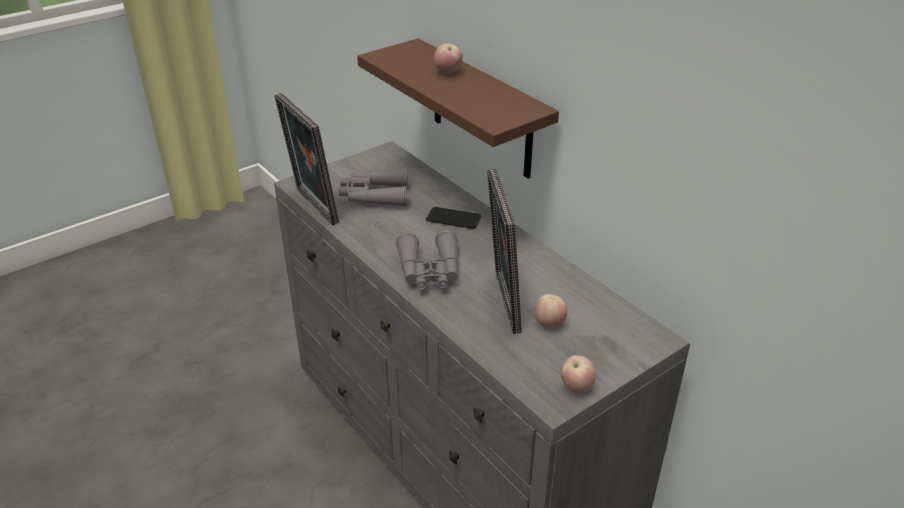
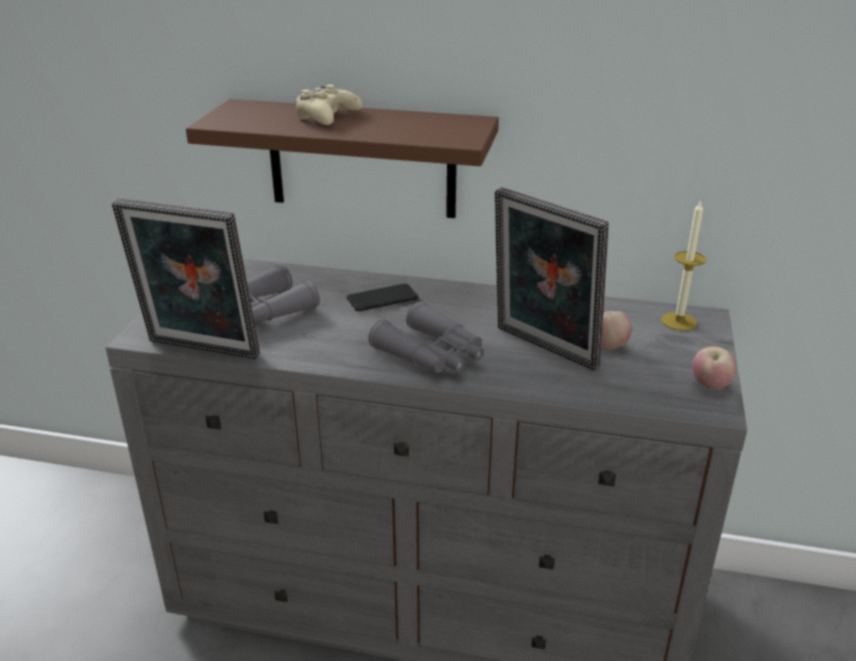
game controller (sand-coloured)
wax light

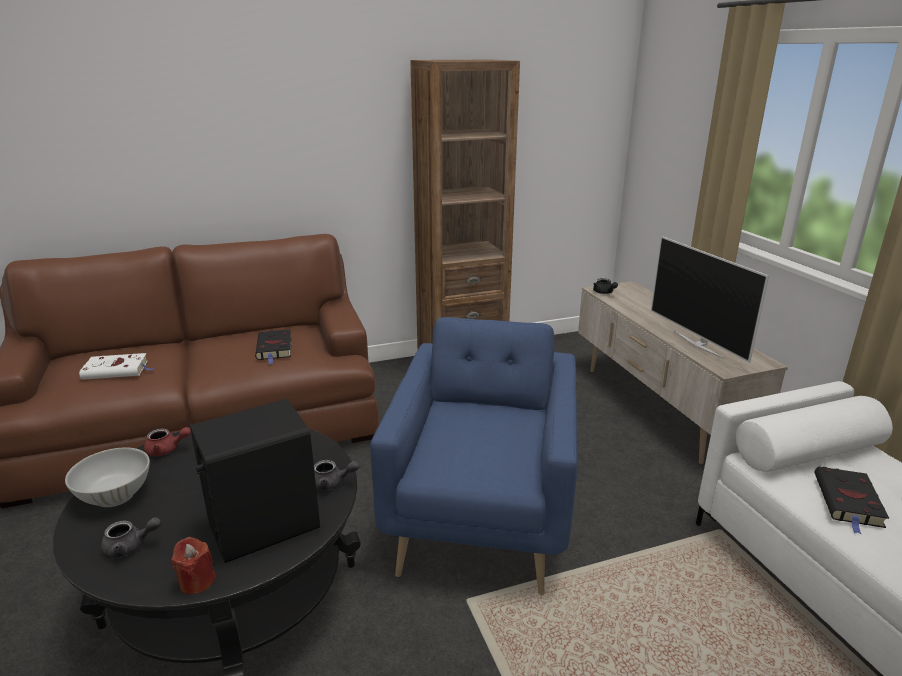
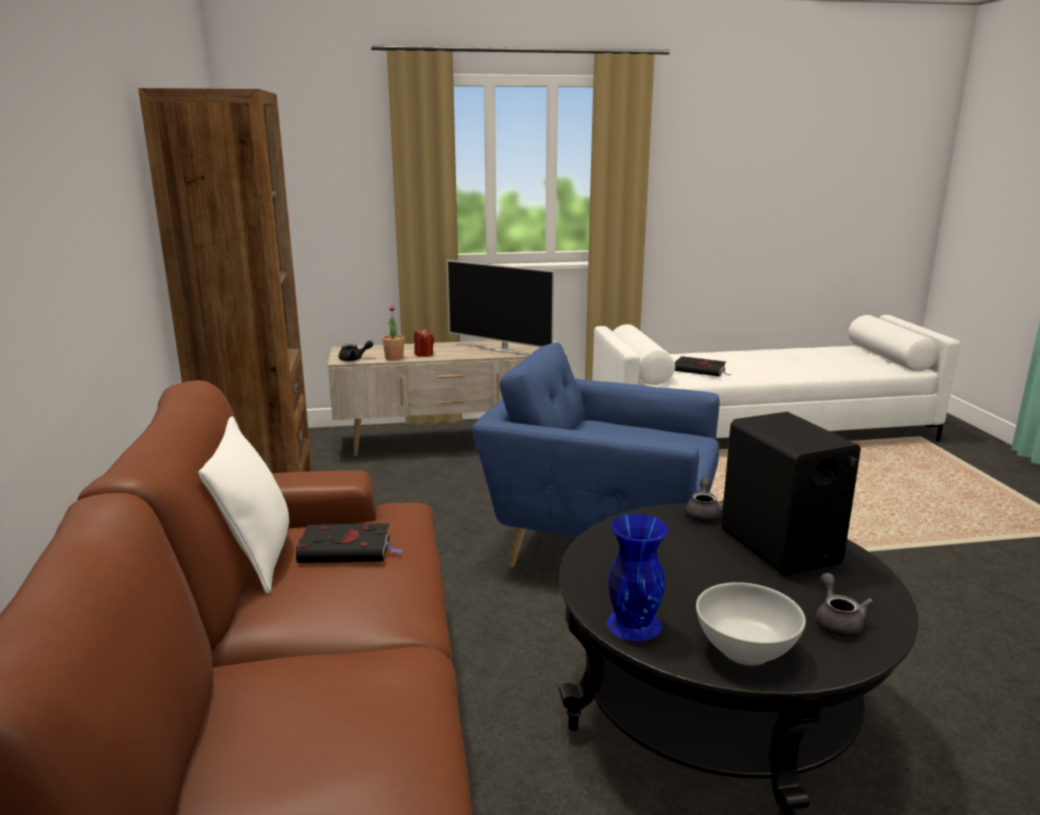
TV
book (white-coloured)
flower vase (bluish)
wax light (reddish)
plant in a pot
pillow (white-coloured)

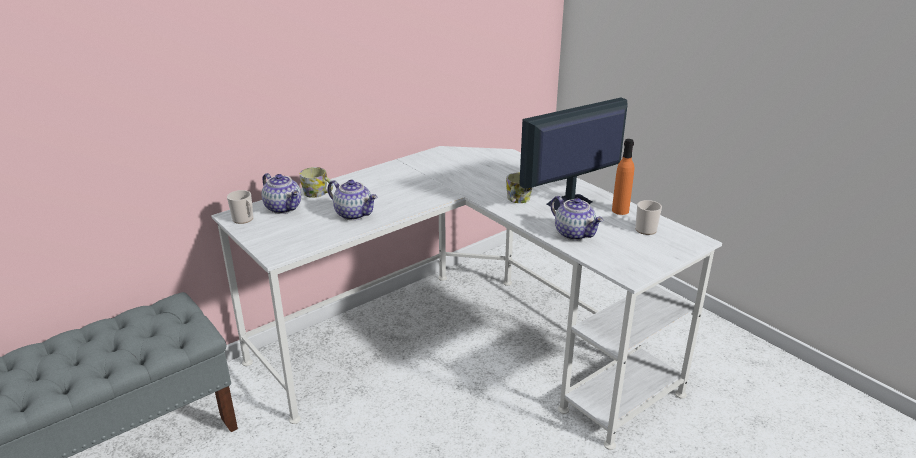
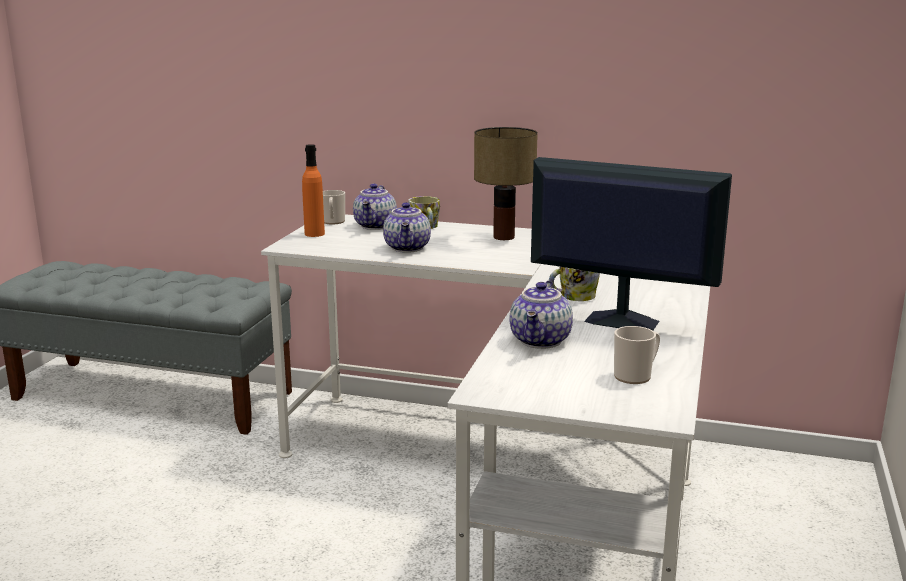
drink bottle (orange)
table lamp

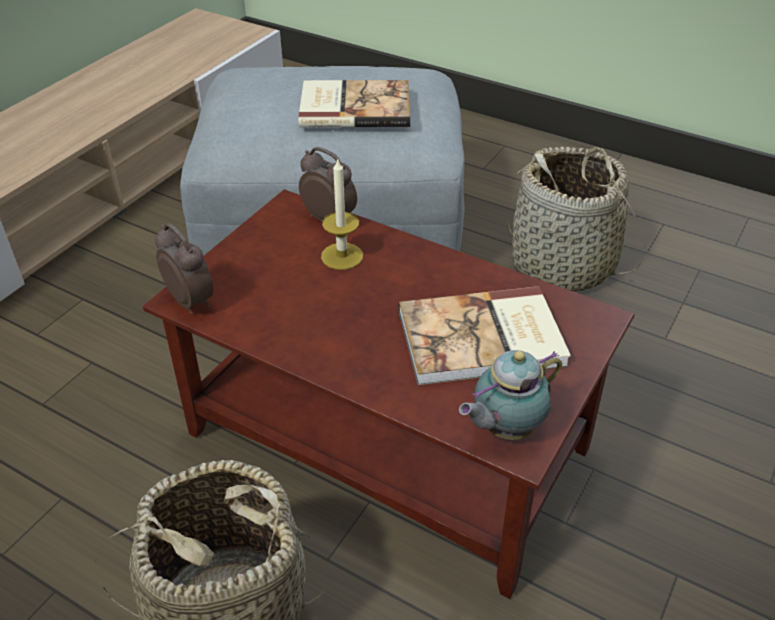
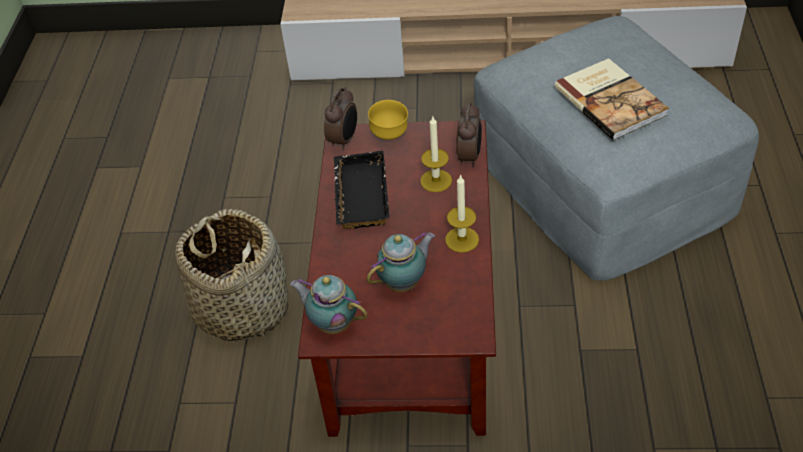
household basket (2nd from left in the first image)
tea pot (2nd from left)
bowl (yellow-coloured)
carrying tray (black)
wax light (2nd from left)

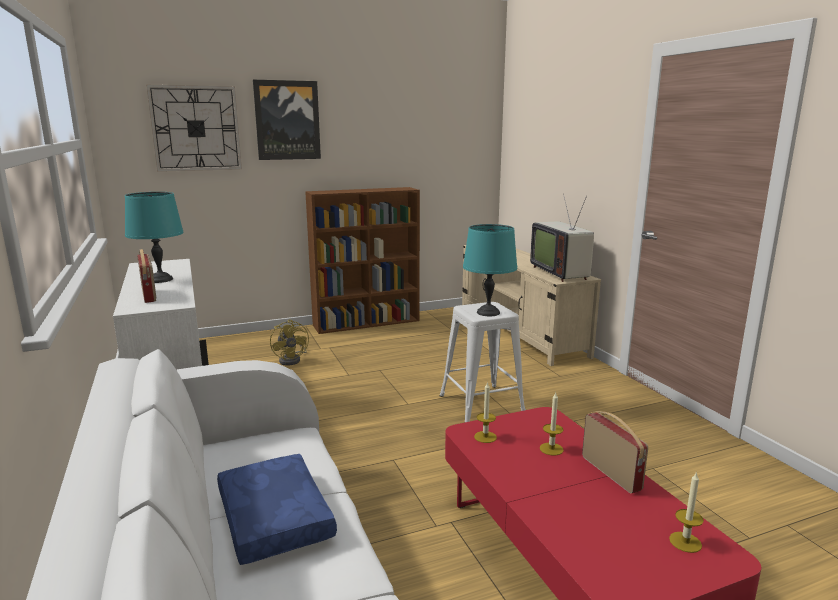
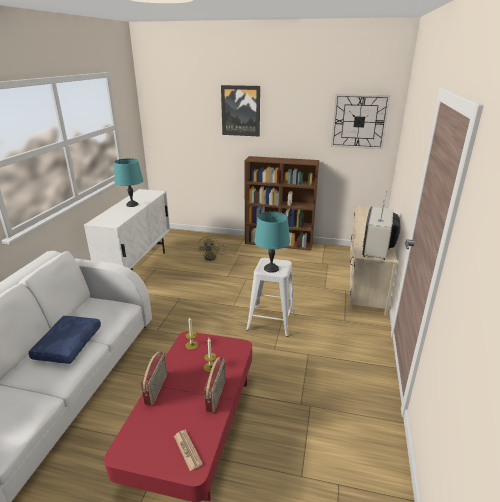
clock on the wall
radio set (1st from left)
newspaper

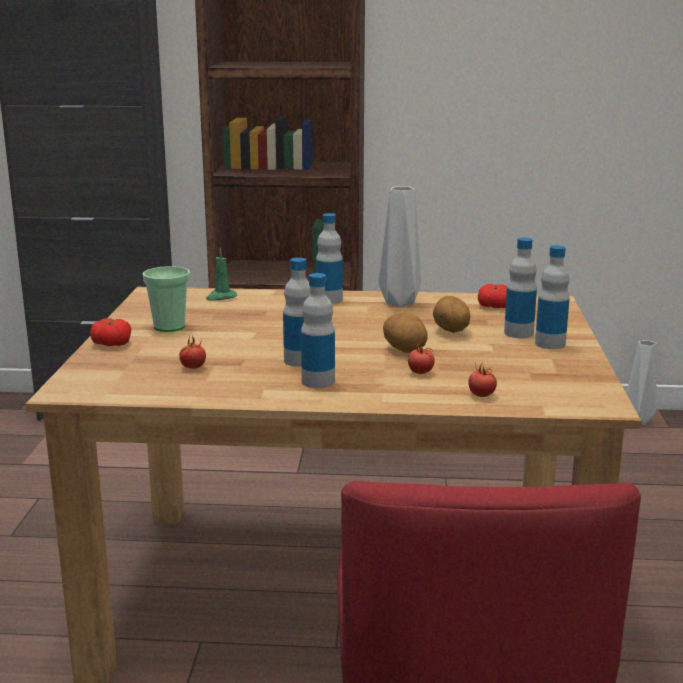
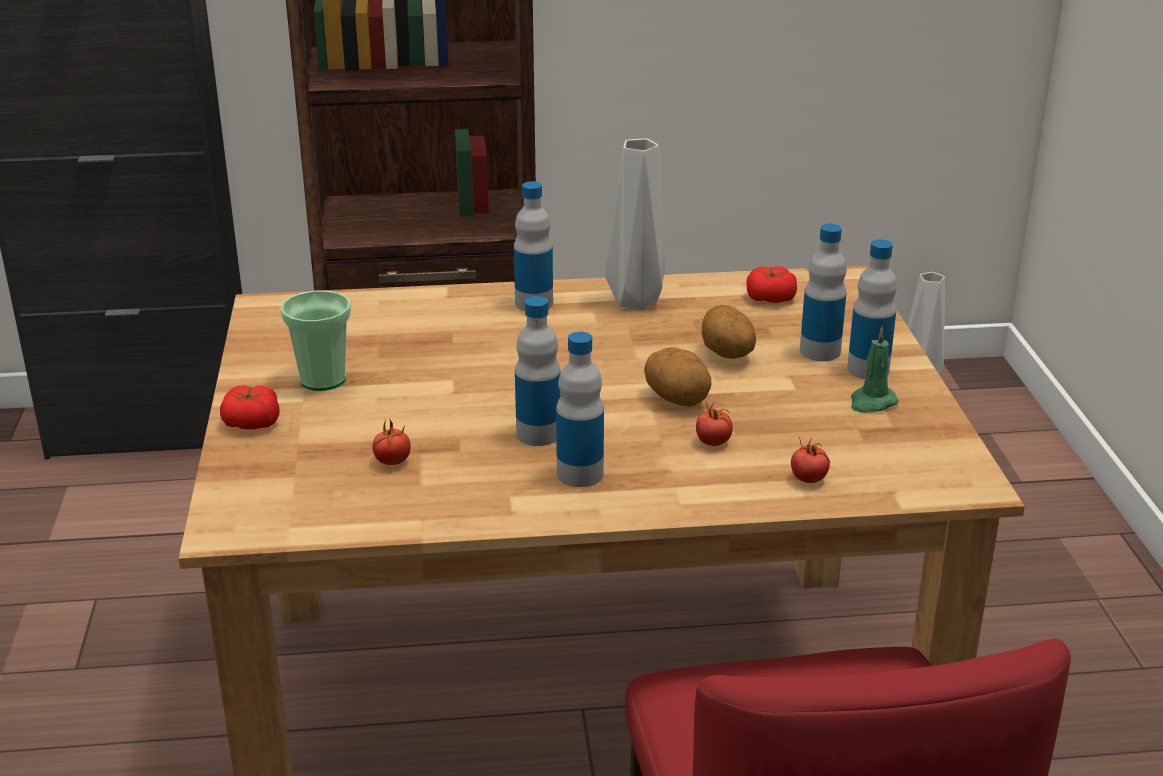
wax light (greenish)

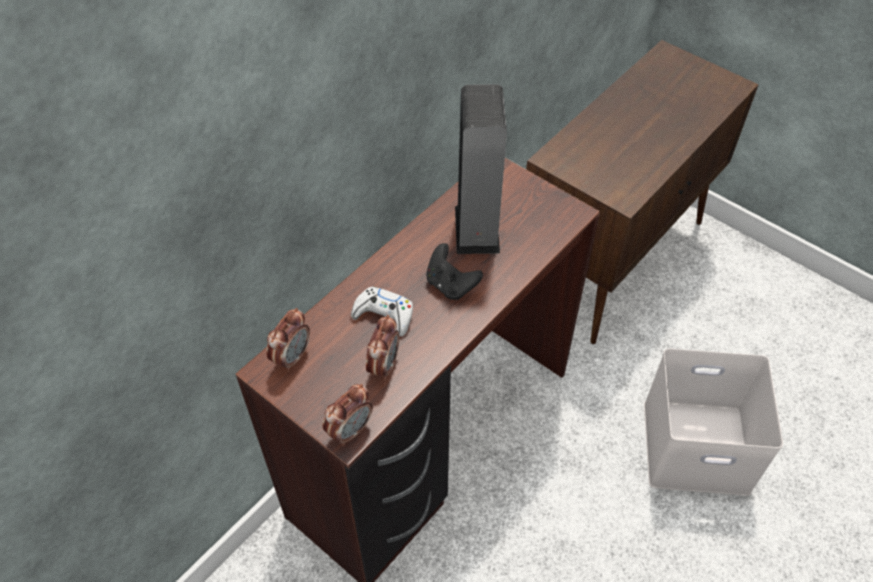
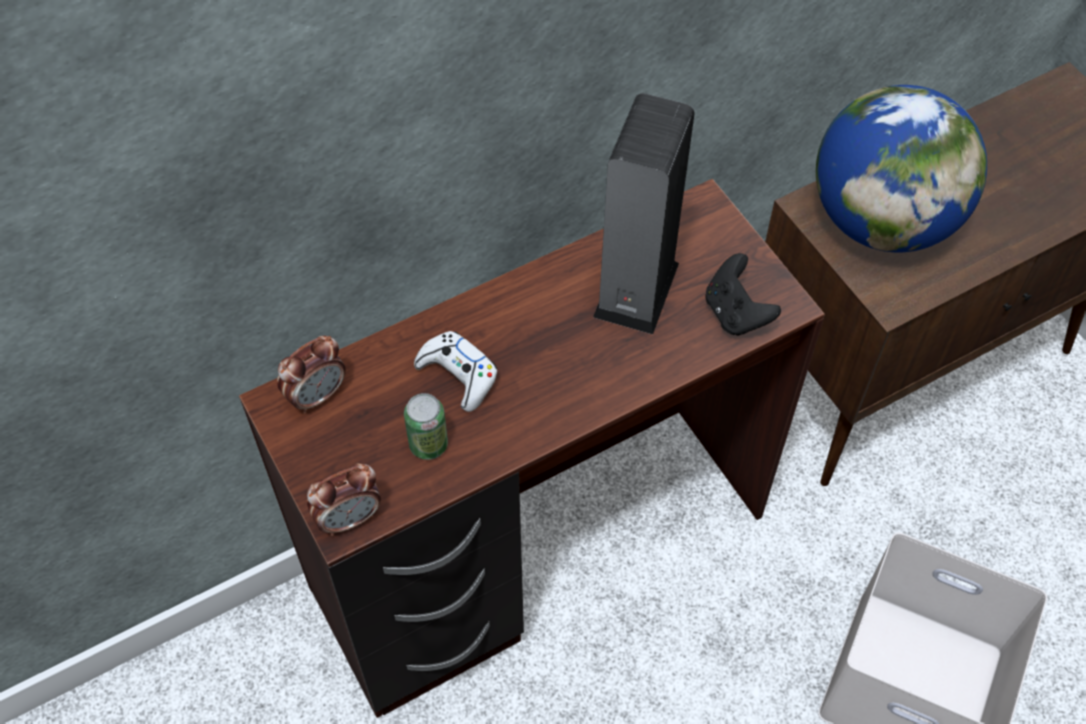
game controller (black)
metal can
world globe

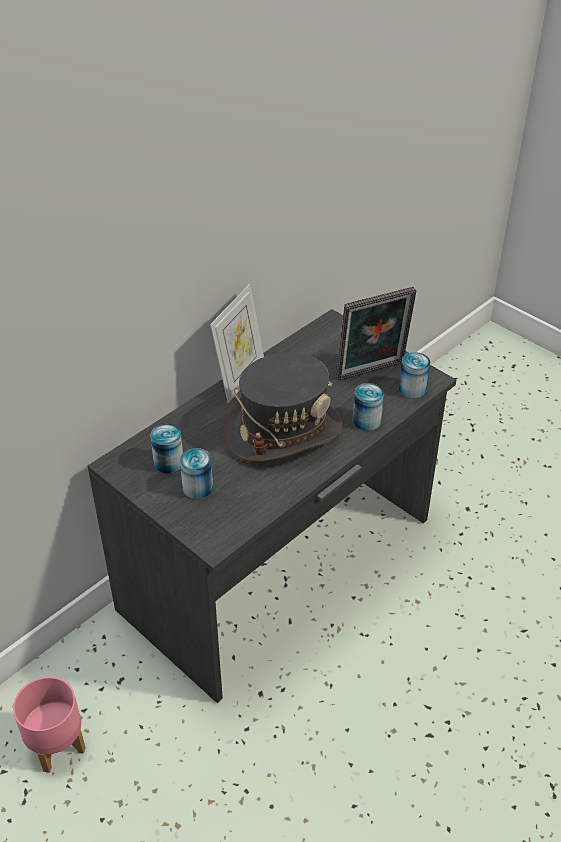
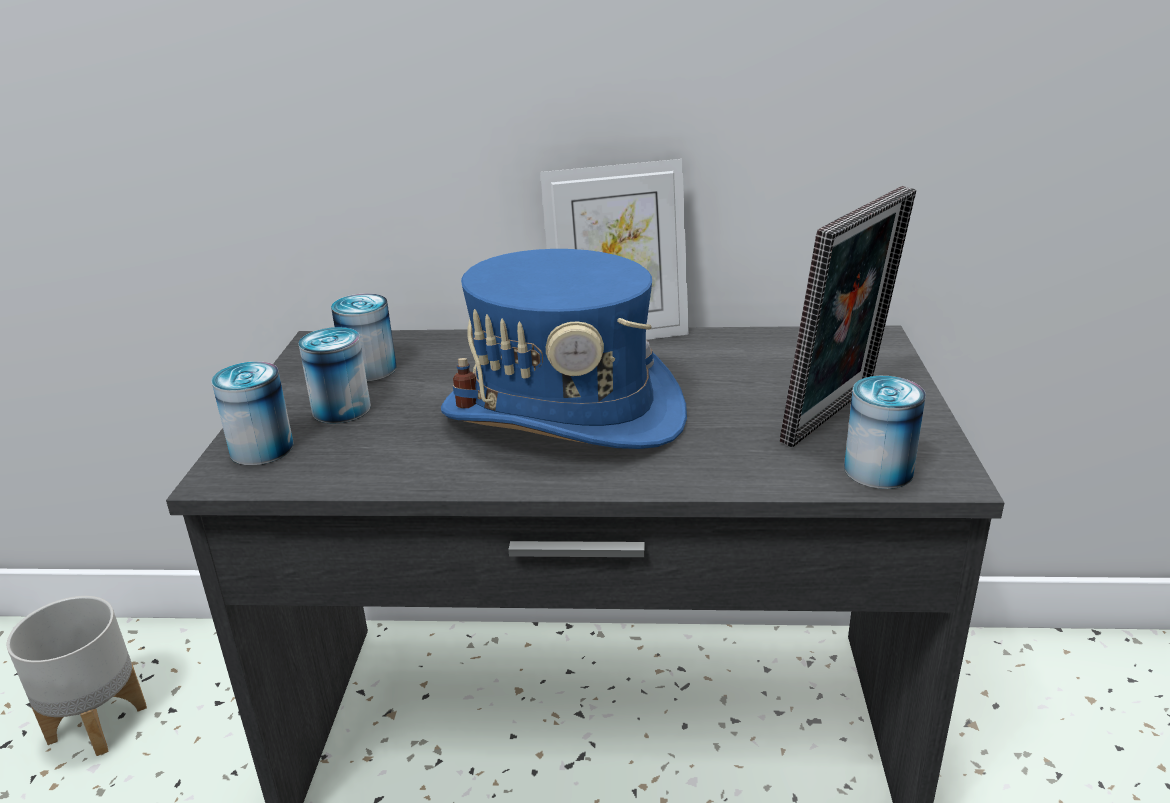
photo frame (2nd from left)
wearable hat (bluish)
metal can (1st from left)
plant pot (grey)

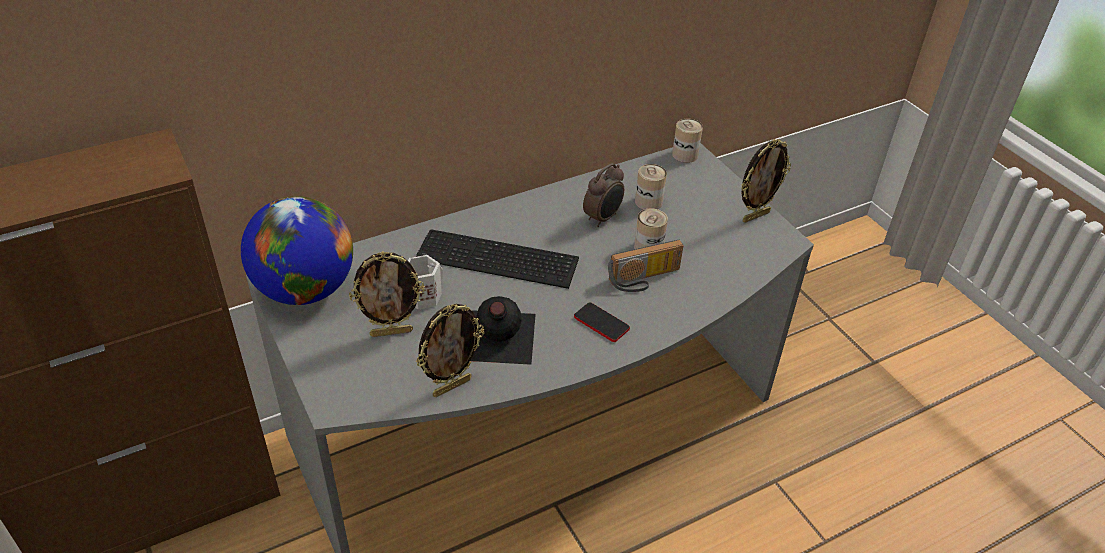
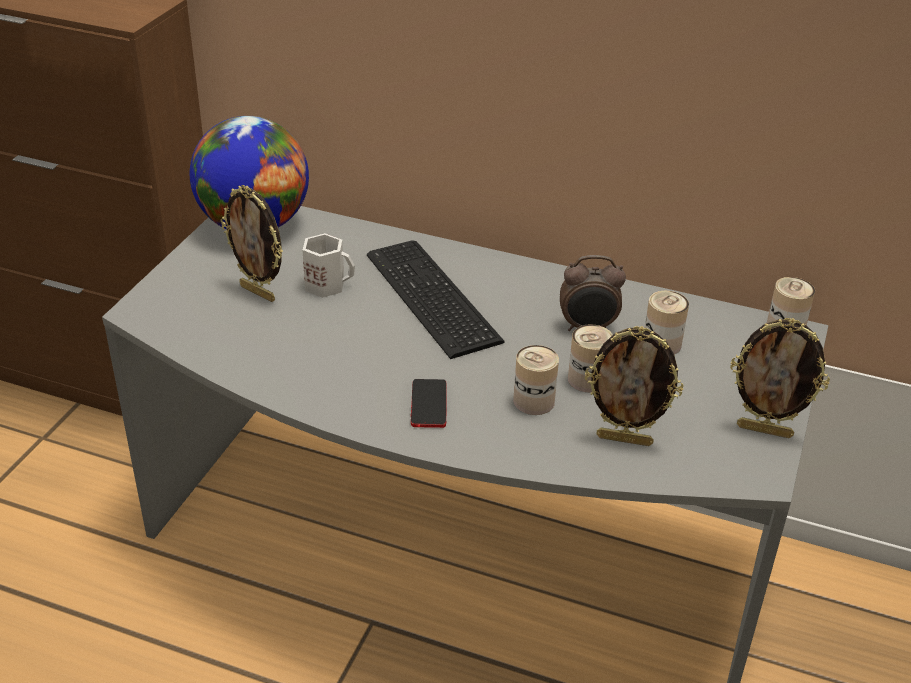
metal can (1st from left)
drink bottle (black)
photo frame (2nd from left)

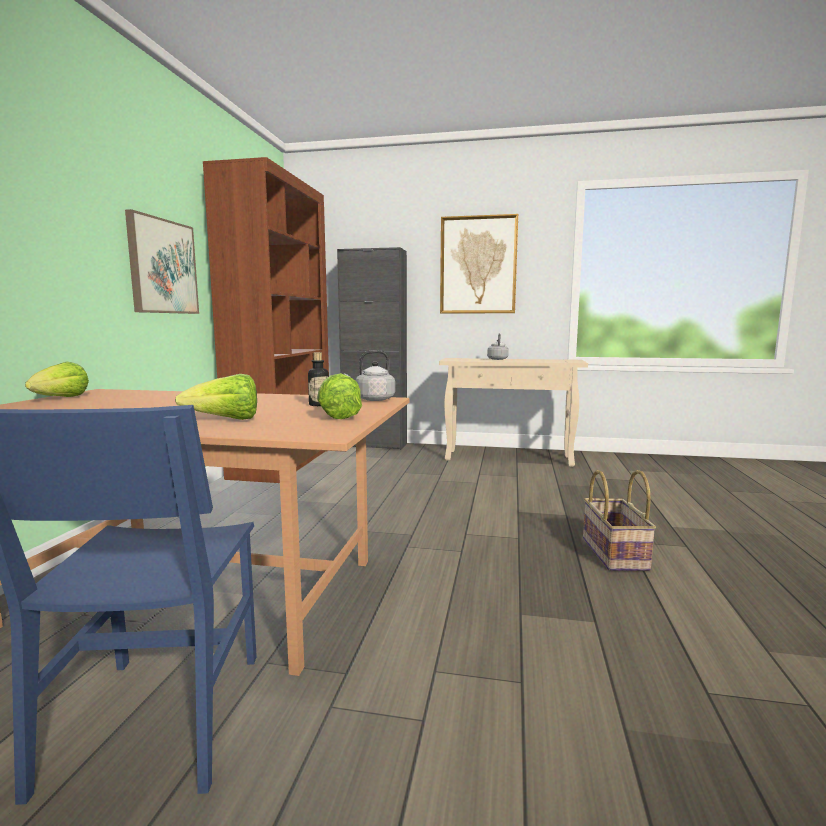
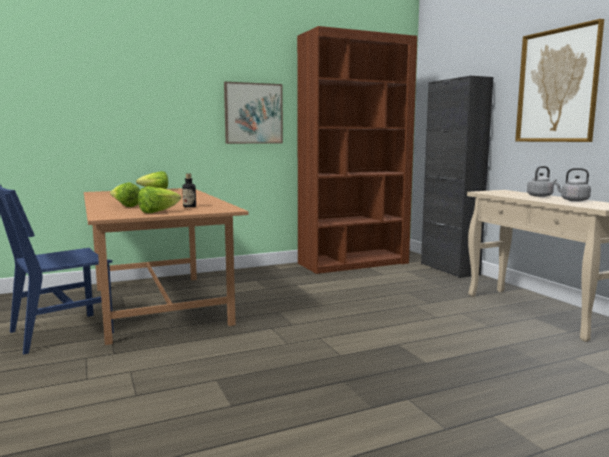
kettle (grey) (2nd from left)
household basket

